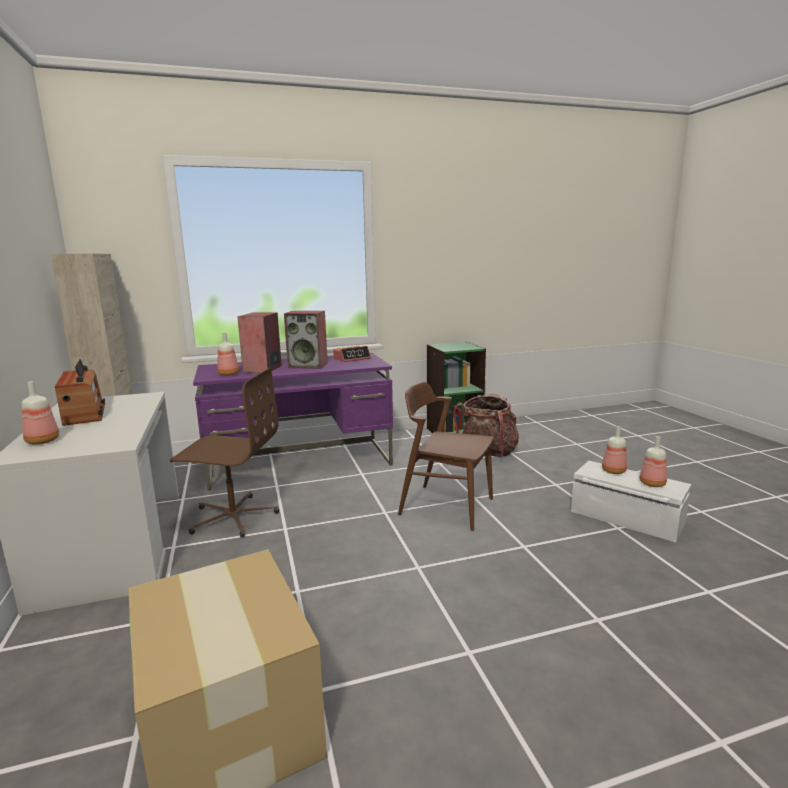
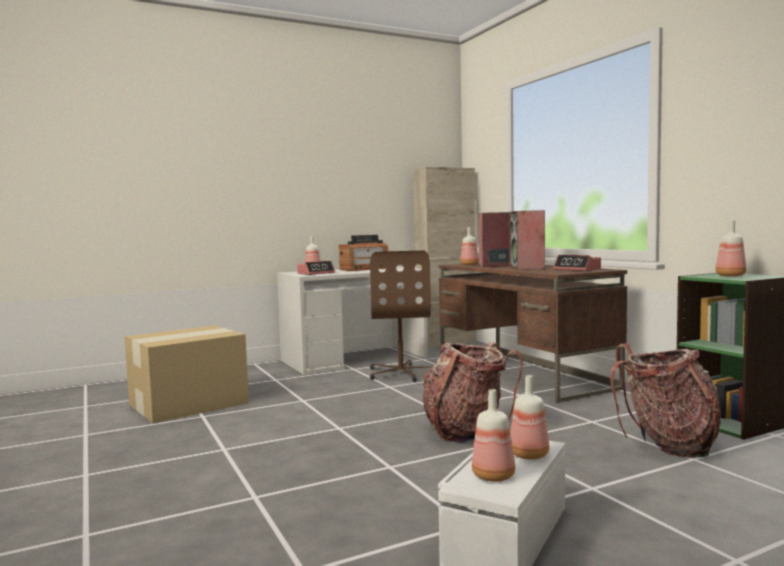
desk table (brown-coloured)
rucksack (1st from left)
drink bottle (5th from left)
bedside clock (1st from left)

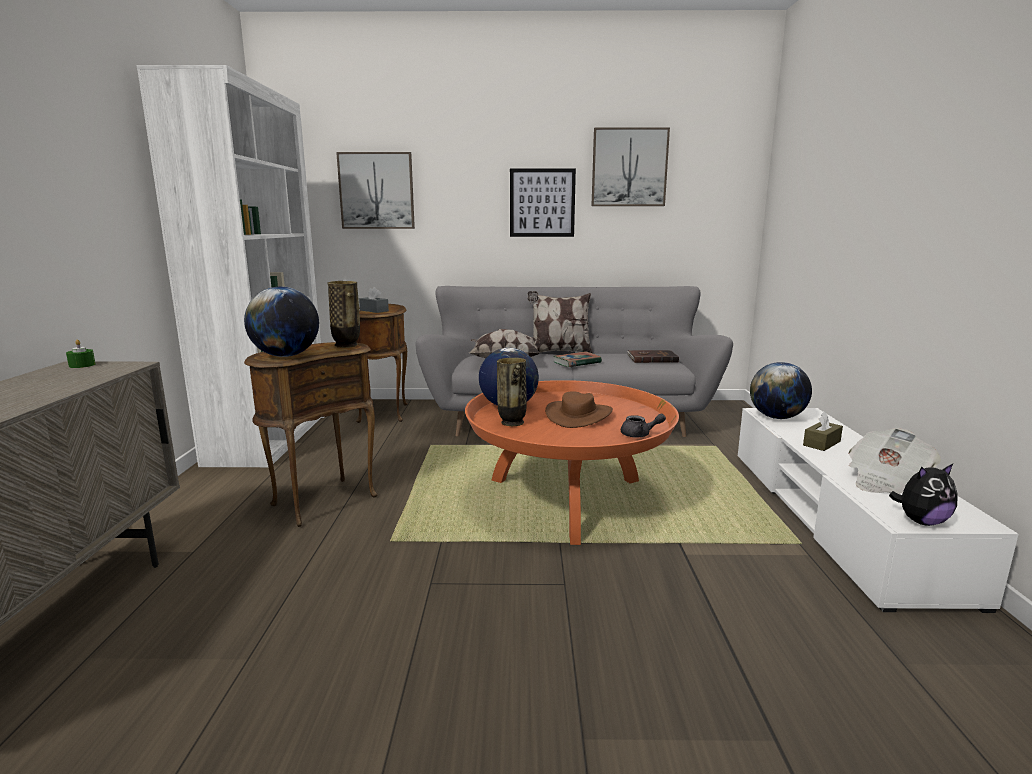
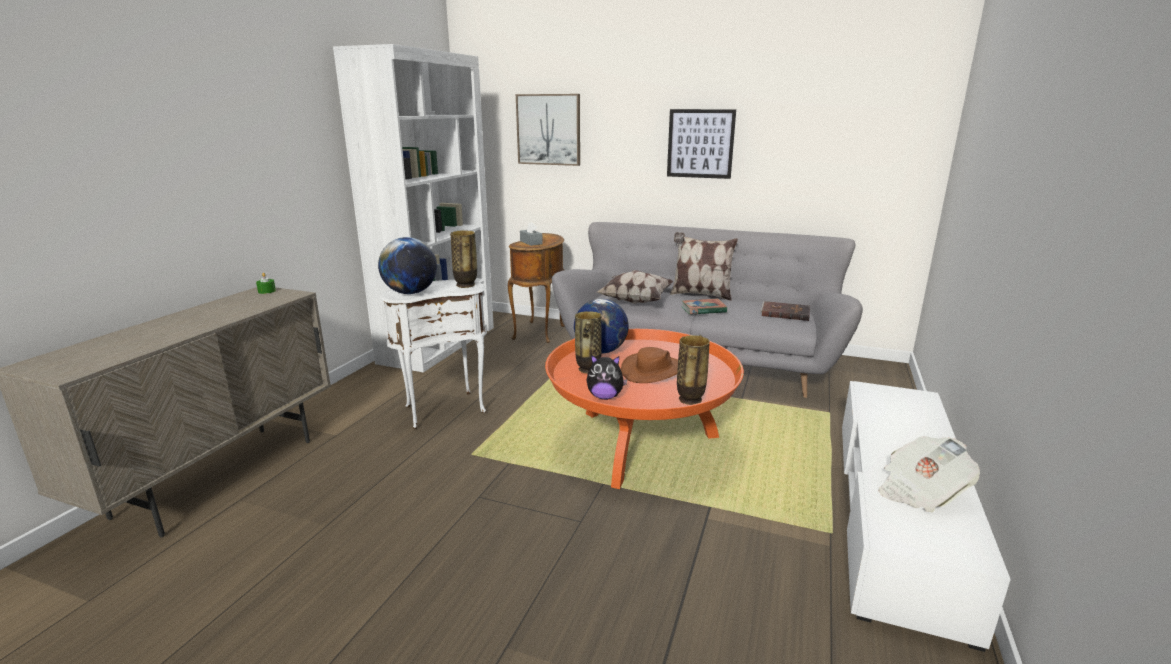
wall art (3rd from left in the first image)
accent table (white-coloured)
world globe (3rd from left in the first image)
tissue box (brown-coloured)
flower vase (3rd from left)
soft toy

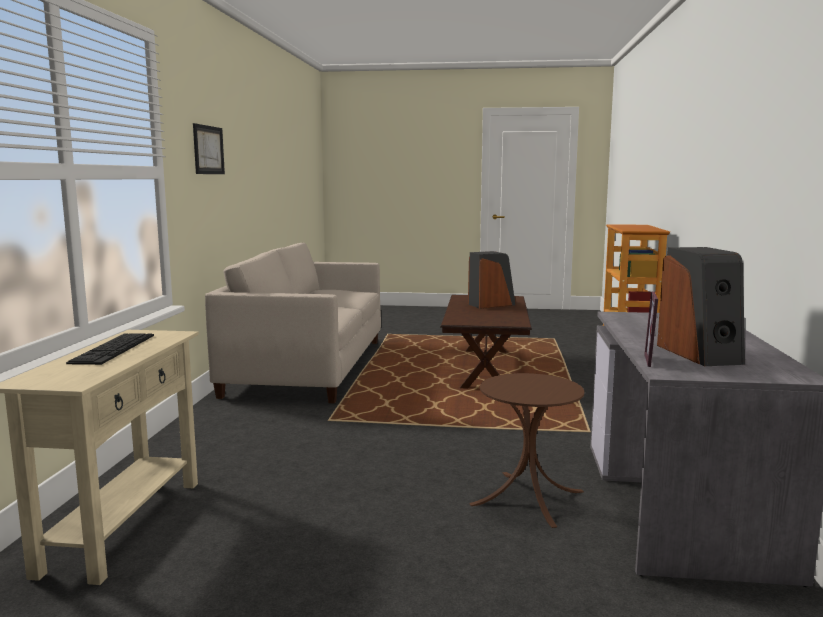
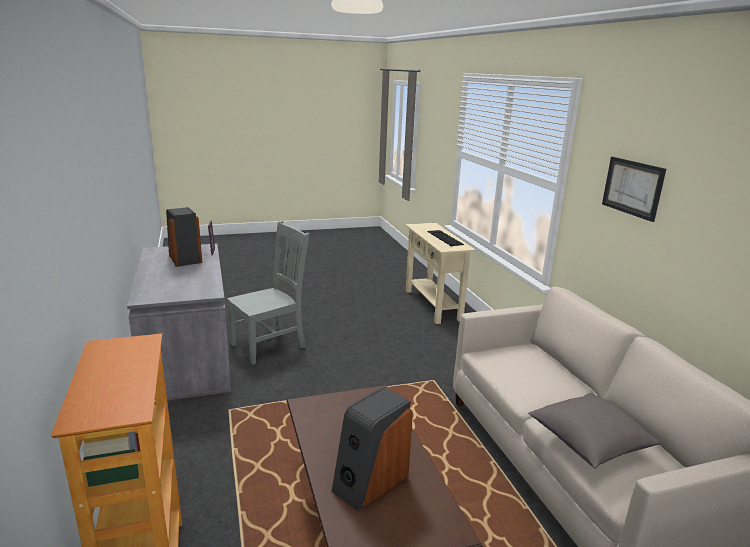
upright chair (grey)
pillow (grey)

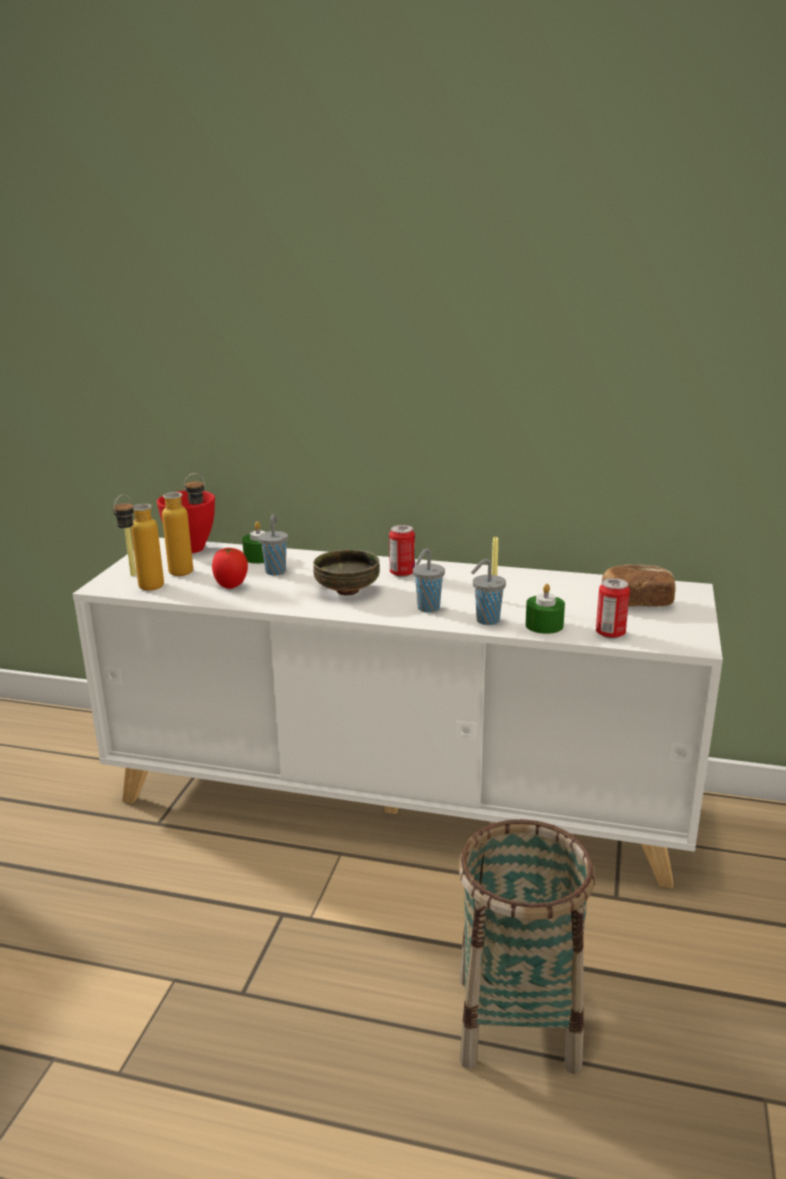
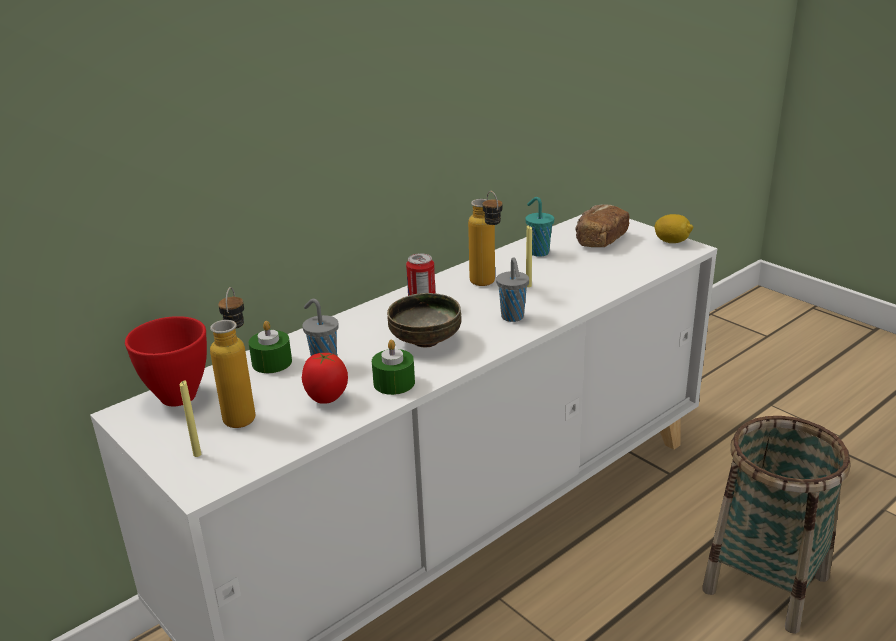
drink bottle (2nd from left)
drinking cup (grey) (3rd from left in the first image)
metal can (2nd from left in the first image)
wax light (greenish) (2nd from left)
drinking cup (blue-green)
whole lemon

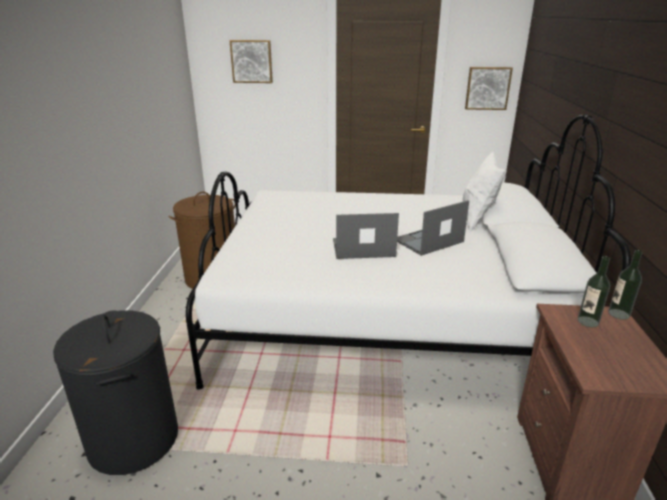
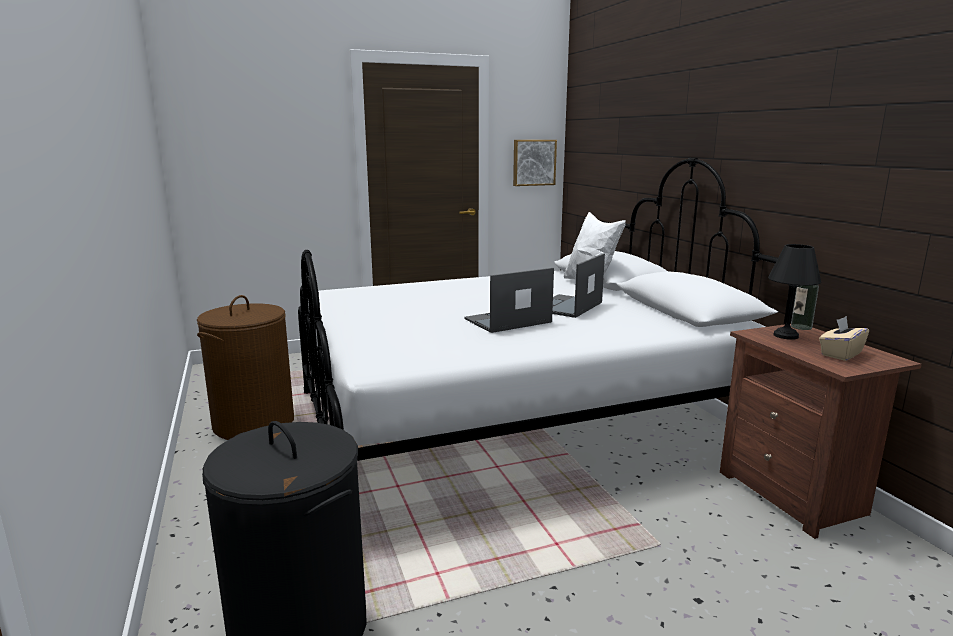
wall art (1st from left in the first image)
table lamp (black)
tissue box (sand-coloured)

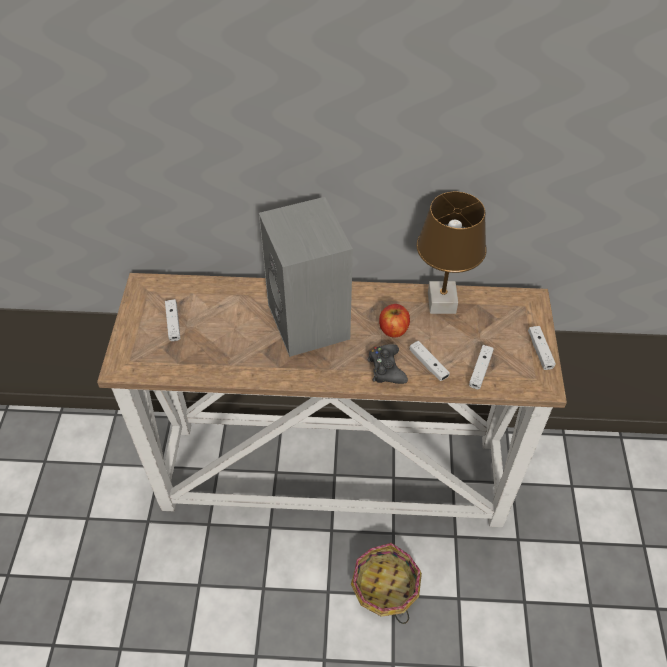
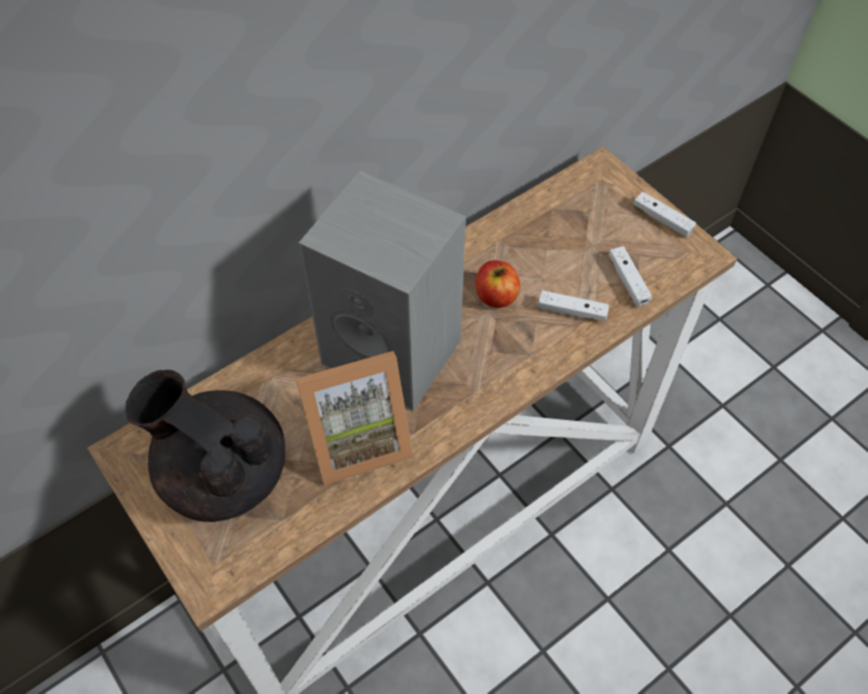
table lamp (brown-coloured)
tea pot (black)
game controller (black)
household basket
photo frame

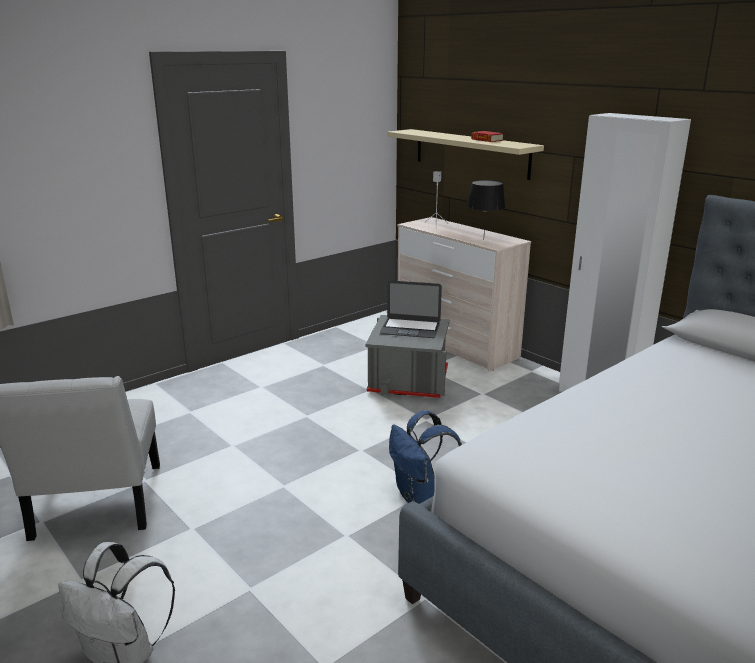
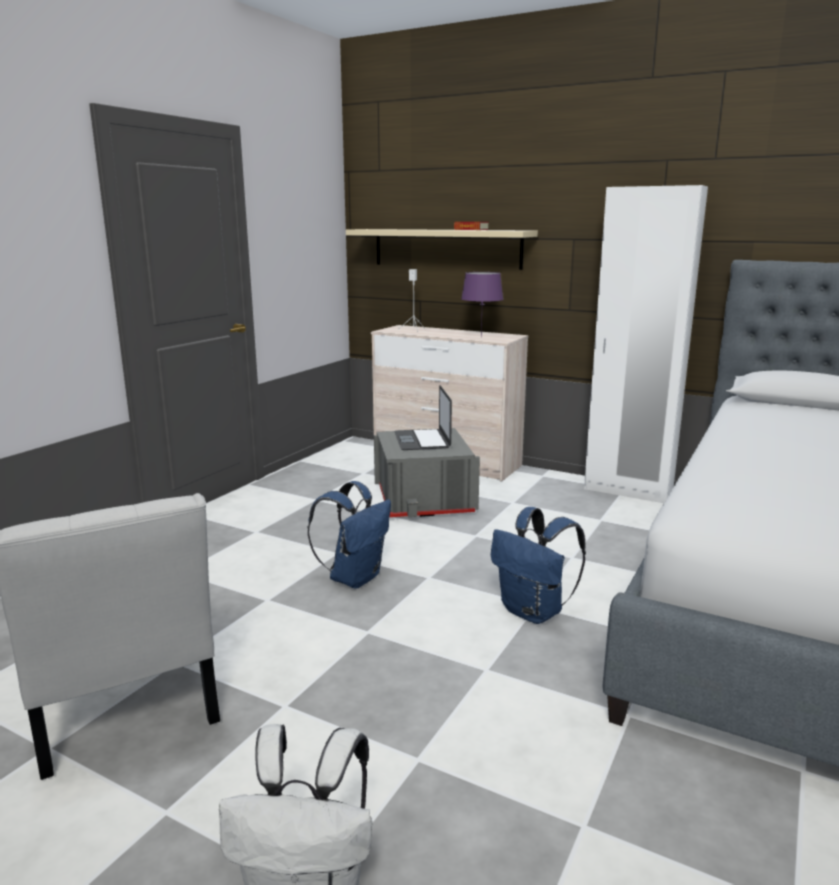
table lamp (purple-coloured)
portable computer
rucksack (bluish) (1st from left)

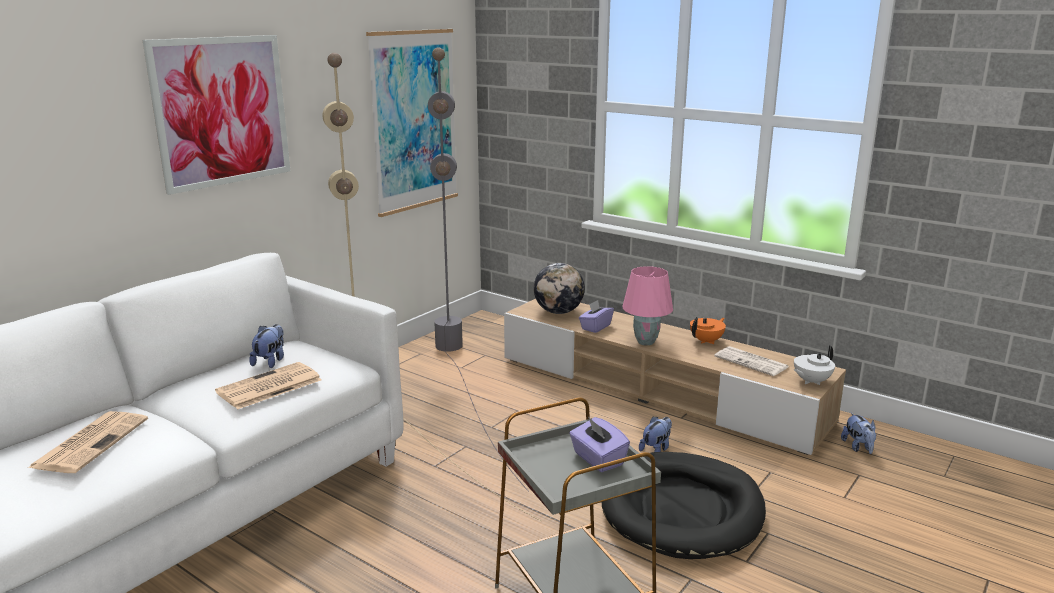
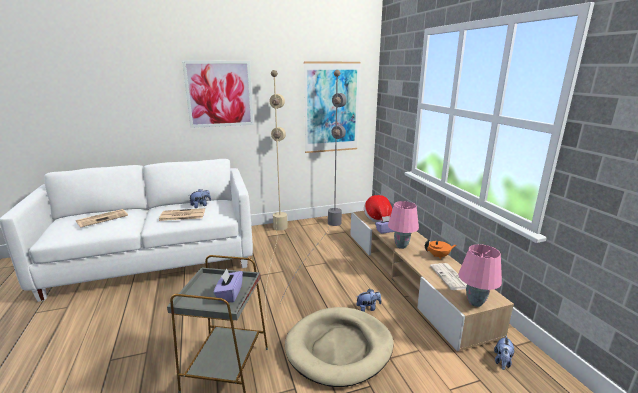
wearable hat
table lamp (pink-coloured) (2nd from left)
pet bed (sand-coloured)

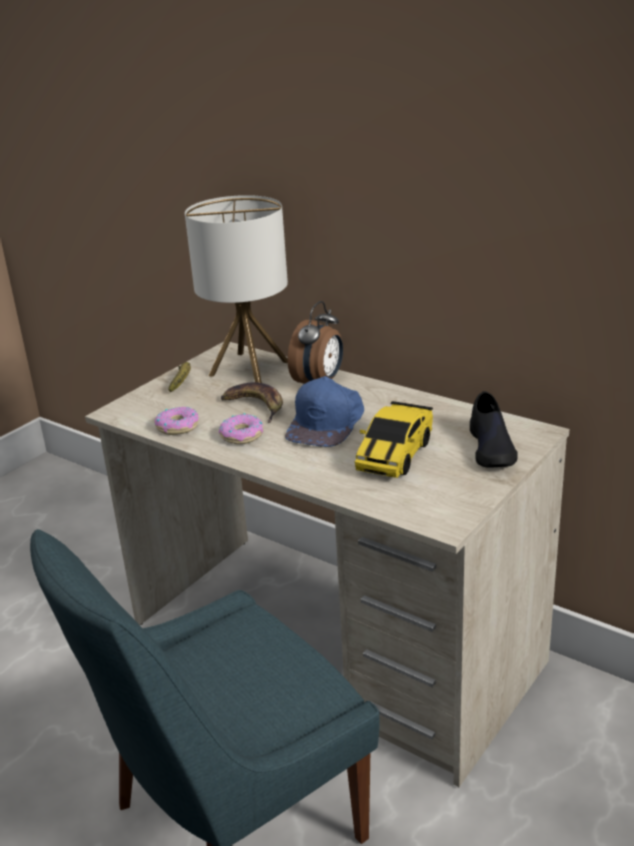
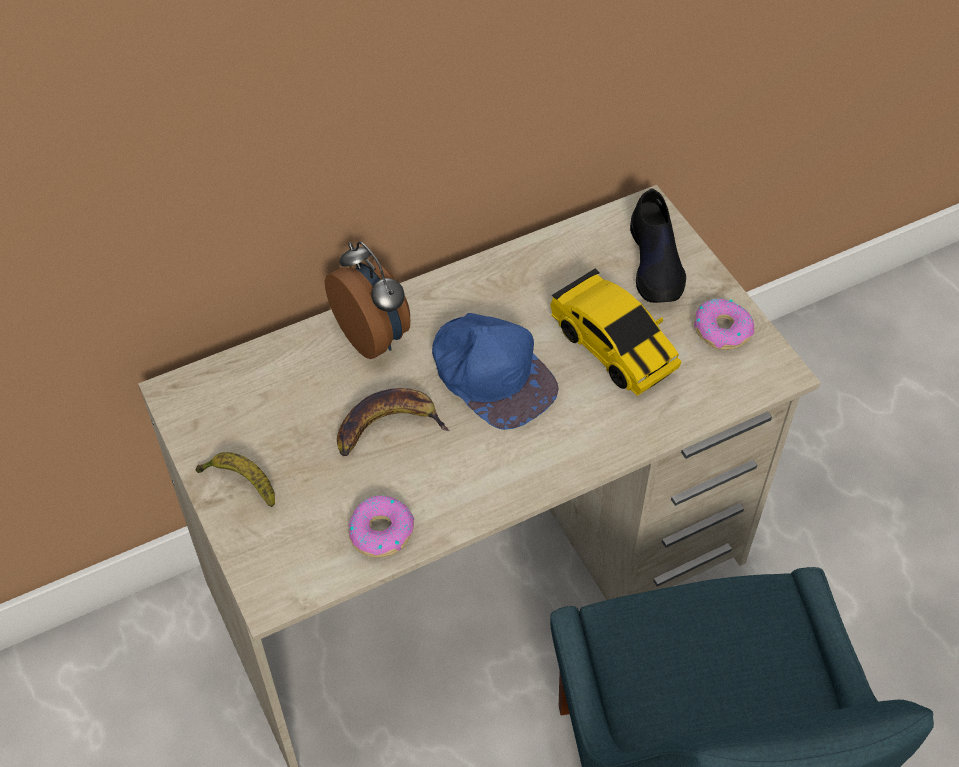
table lamp
item of footwear (black)
doughnut (2nd from left)

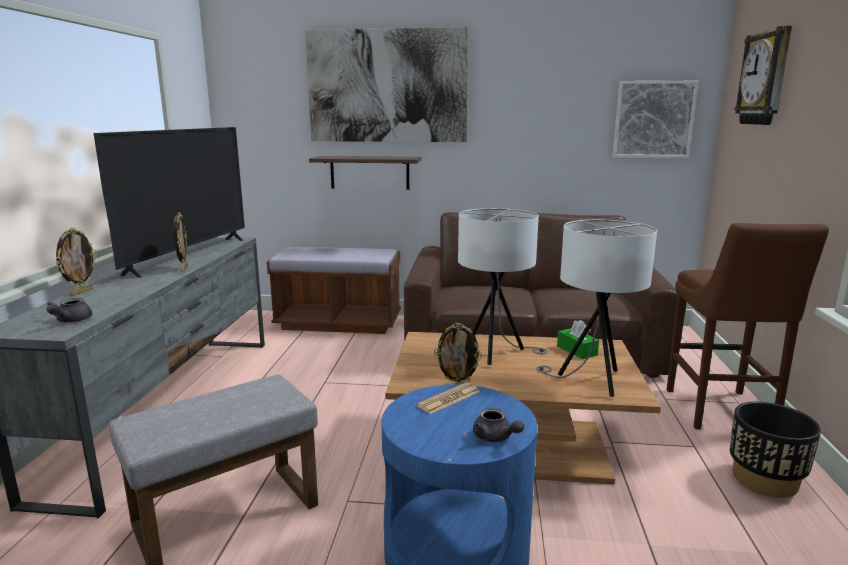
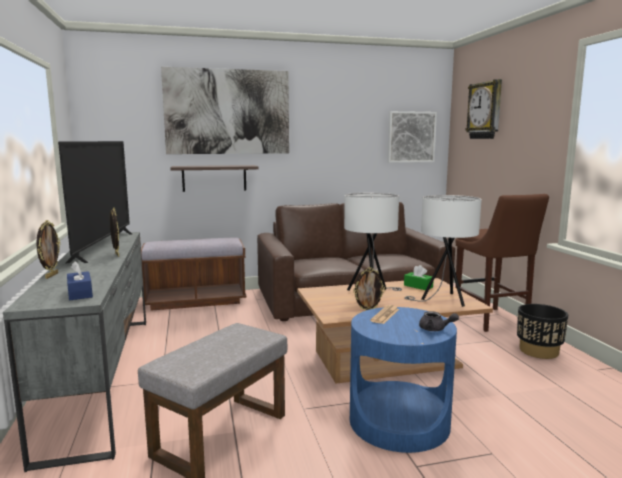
tissue box (bluish)

